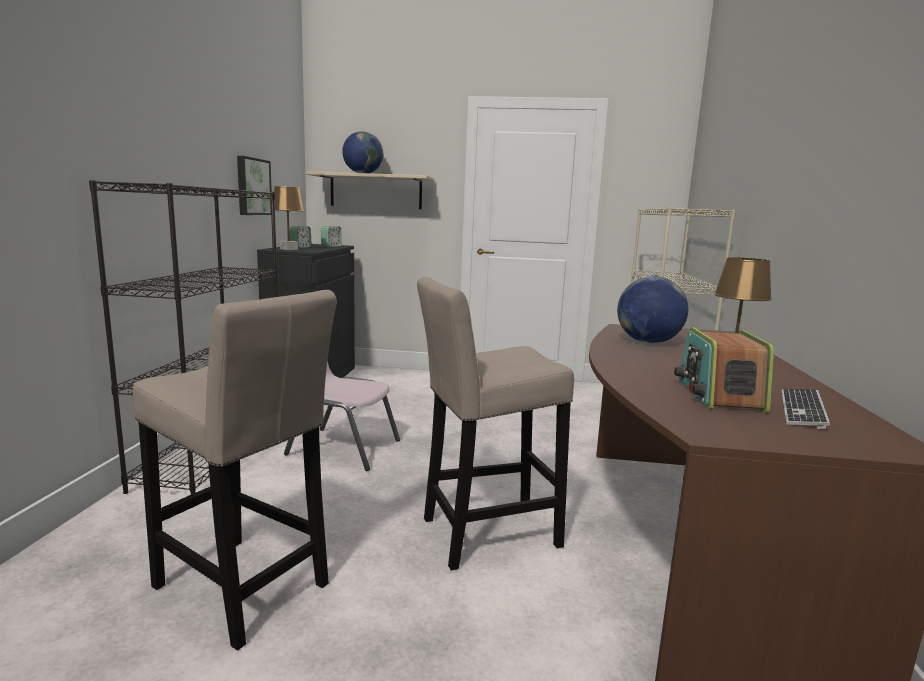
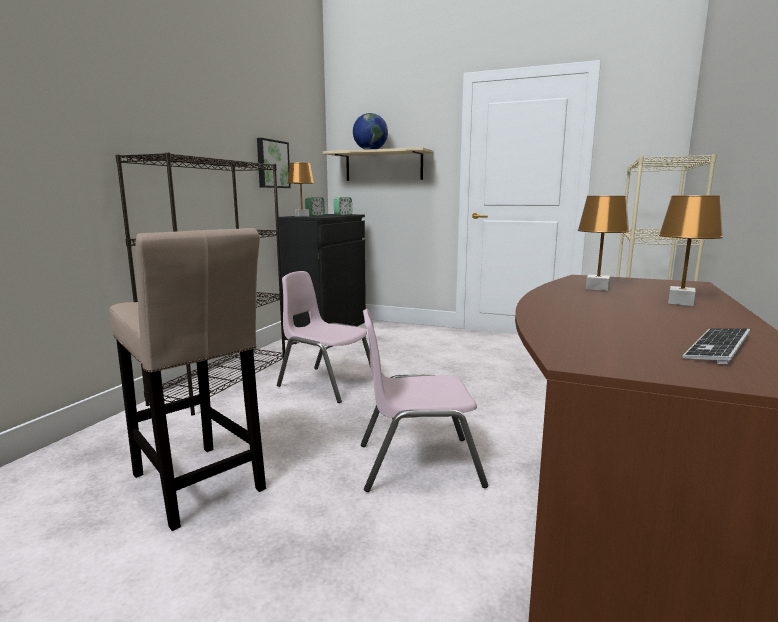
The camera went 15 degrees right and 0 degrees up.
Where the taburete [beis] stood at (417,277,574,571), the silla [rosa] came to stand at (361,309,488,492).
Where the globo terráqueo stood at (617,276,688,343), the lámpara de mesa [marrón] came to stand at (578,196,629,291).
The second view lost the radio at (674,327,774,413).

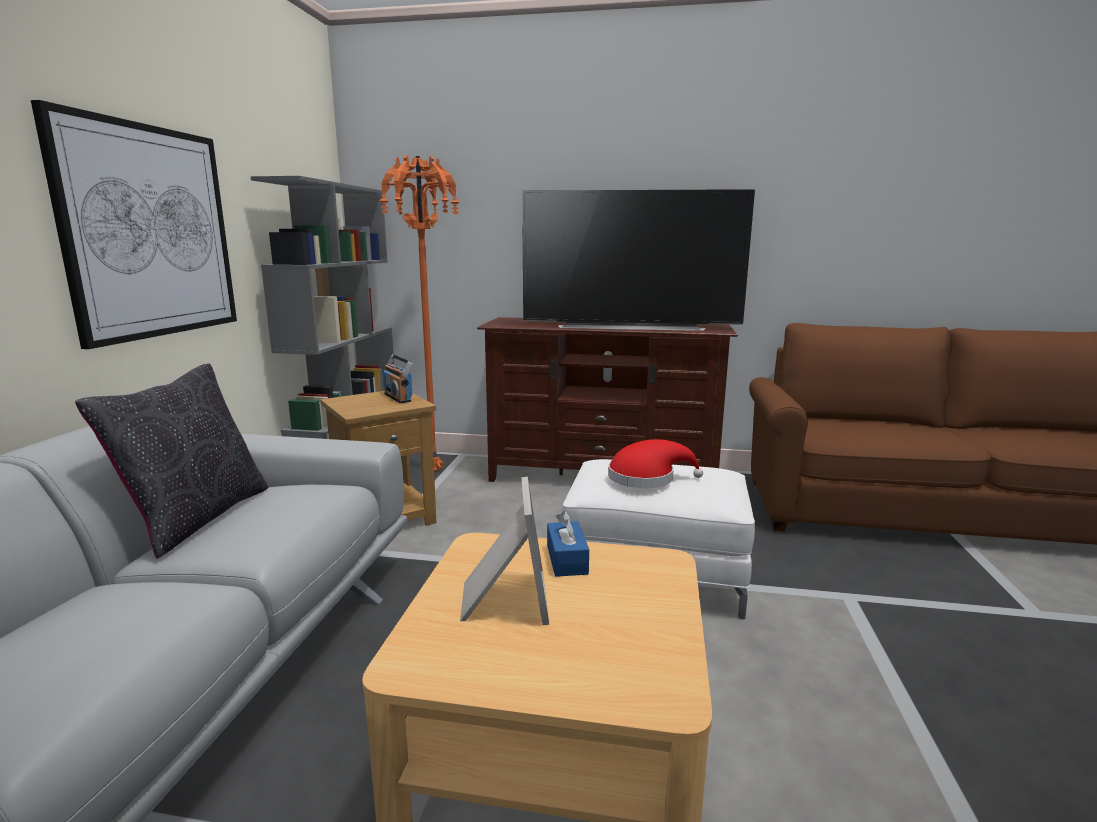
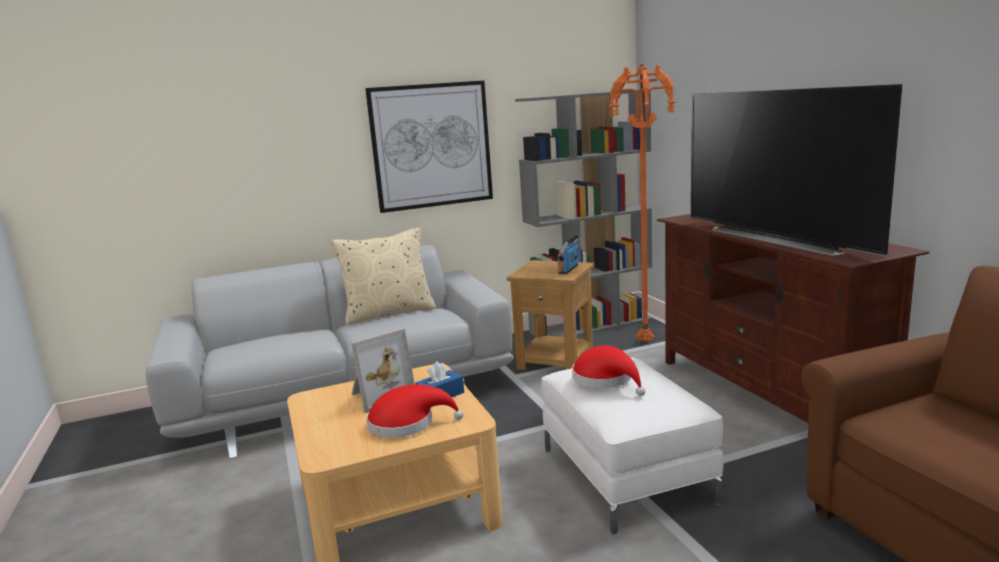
The camera went 60 degrees right and 0 degrees up.
What was the cojín [negro] at (75,364,268,559) turned into the cojín [beis] at (331,228,436,325).
The second view gained the sombrero [rojo] at (367,384,464,438).

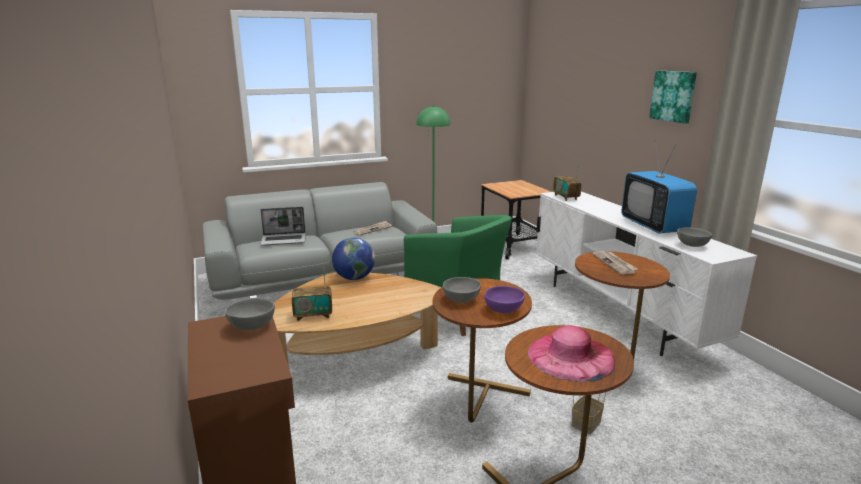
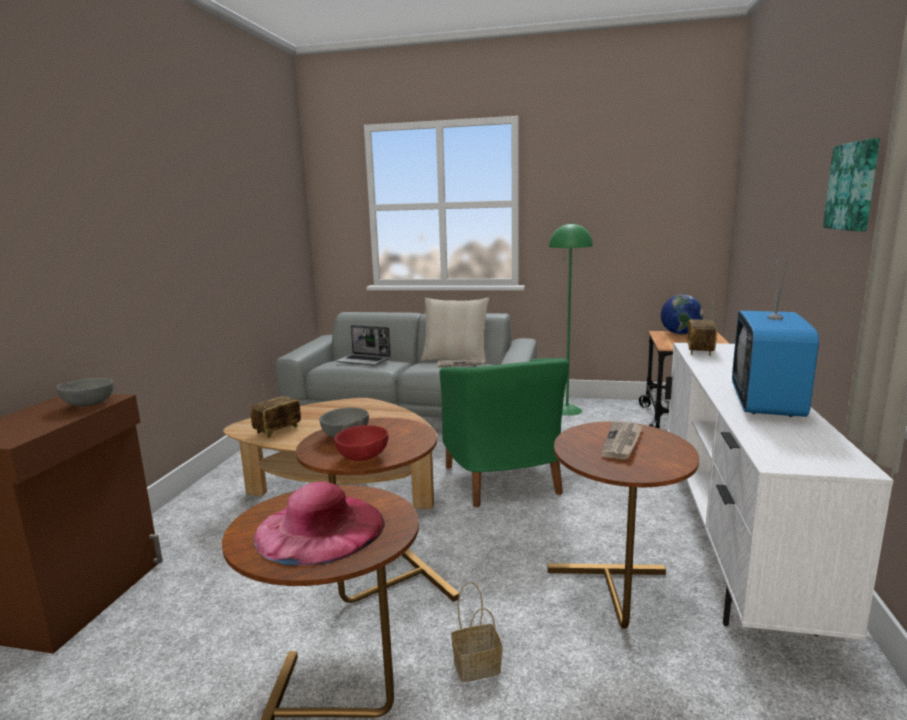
The camera went 35 degrees right and 5 degrees down.
The radio at (292,267,332,321) ended up facing another way, 105 degrees clockwise from before.
The globo terráqueo ended up elsewhere, having gone from (332,238,375,280) to (661,294,703,334).
What was the cuenco [morado] at (485,286,525,313) turned into the cuenco [rojo] at (334,425,388,461).
The second view lost the cuenco [gris] at (677,227,712,247).
The second view gained the cojín [beis] at (421,298,489,363).

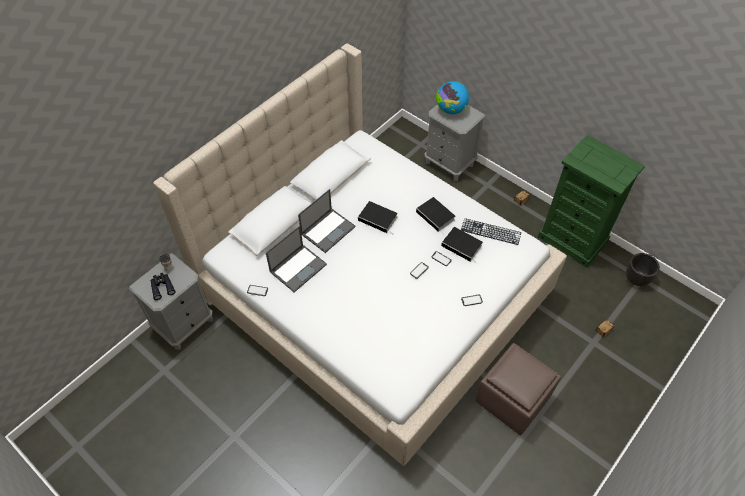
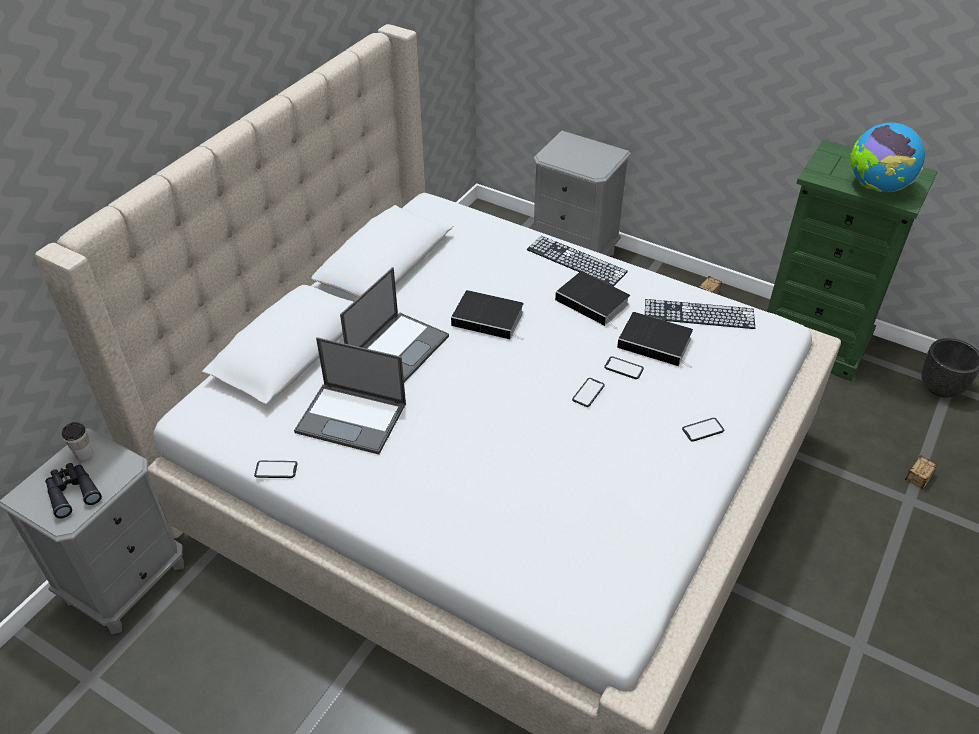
The camera went 10 degrees left and 10 degrees down.
The portátil at (266,226,327,292) ended up facing another way, 75 degrees clockwise from before.
The globo terráqueo ended up elsewhere, having gone from (436,81,469,114) to (850,123,925,192).
The second view lost the puf [marrón] at (475,343,561,435).
The second view gained the teclado at (527,236,628,286).

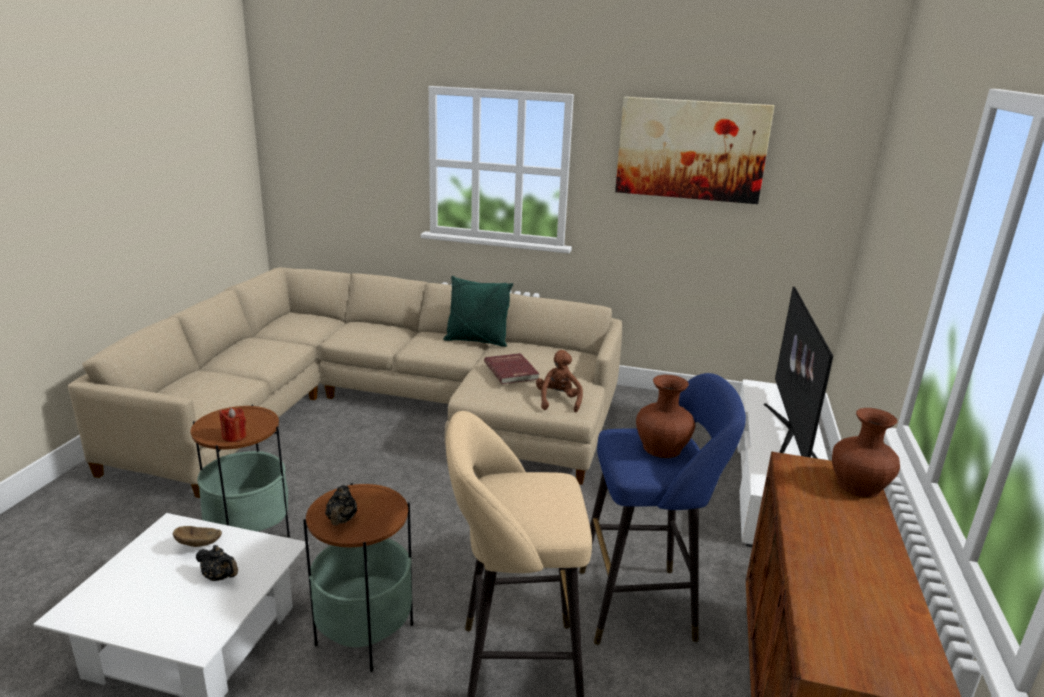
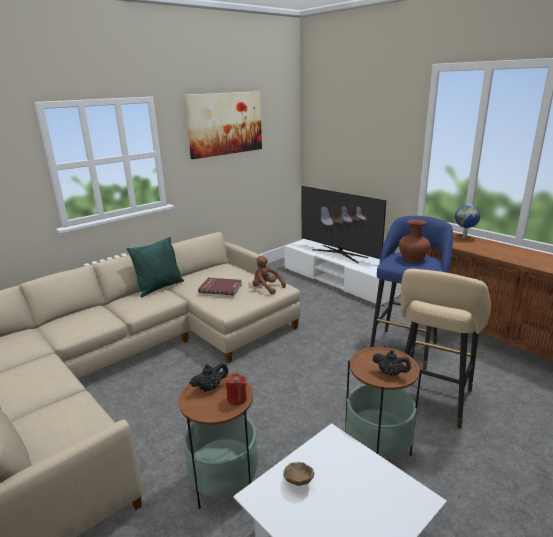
The camera went 55 degrees left and 0 degrees up.
The tetera [negro] ended up elsewhere, having gone from (196,545,238,581) to (190,362,228,392).
Where the florero [marrón] stood at (832,408,900,498), the globo terráqueo came to stand at (455,204,481,239).

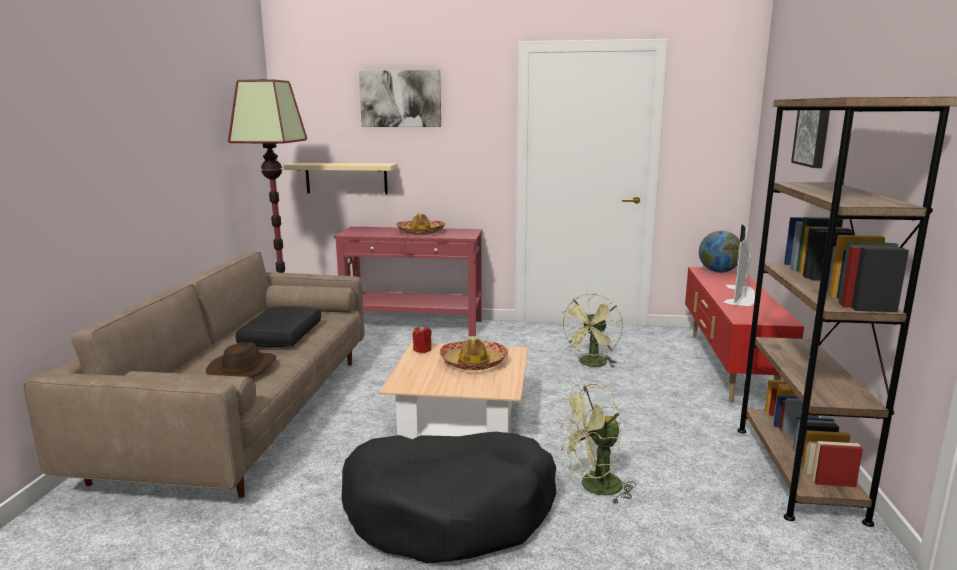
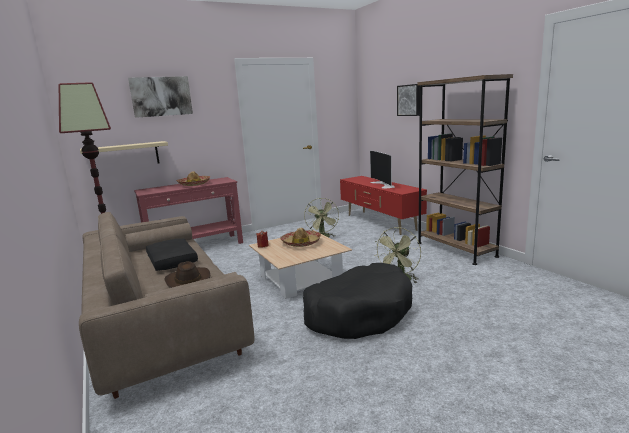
The camera went 35 degrees left and 0 degrees up.
The second view lost the globo terráqueo at (699,231,740,273).

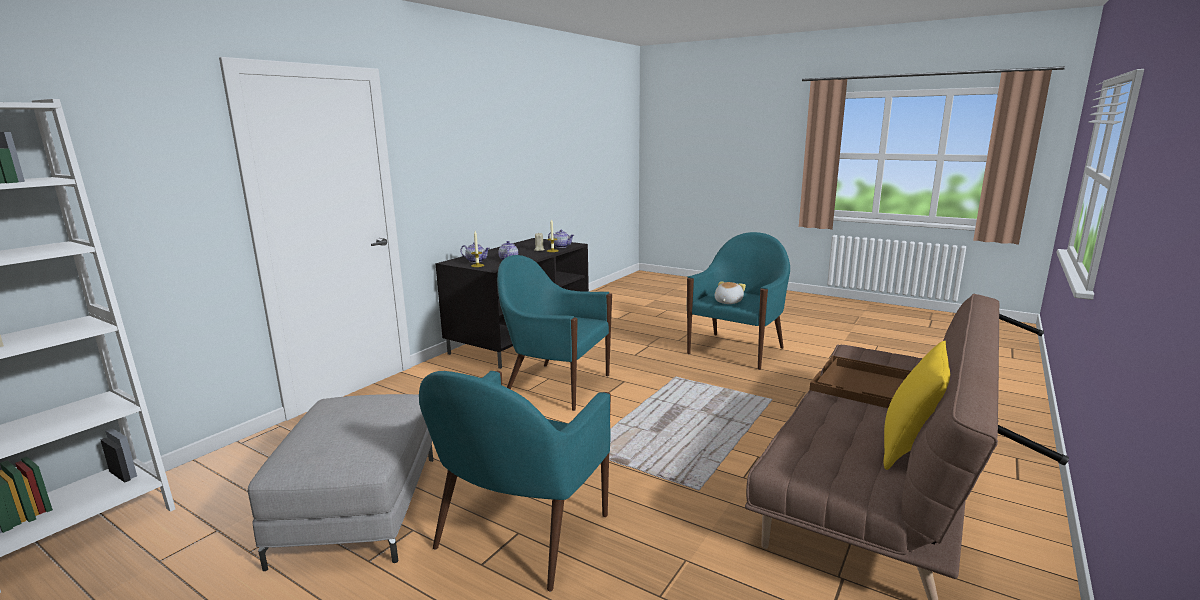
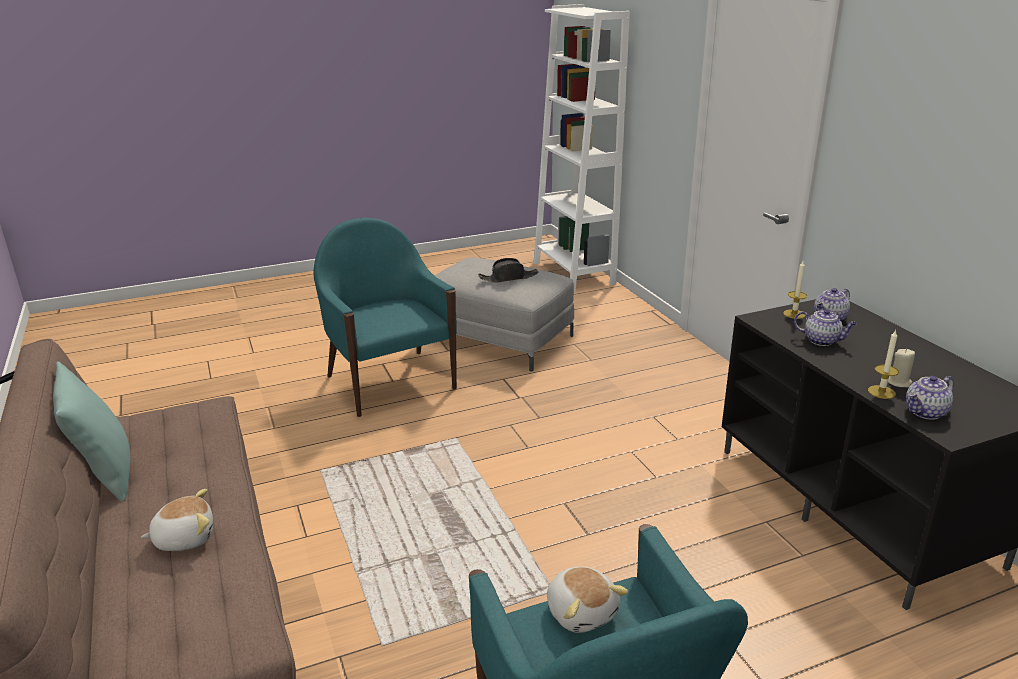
The camera went 125 degrees right and 10 degrees up.
The second view lost the sillón [turquesa] at (497,255,612,411).
Where the bandeja [marrón] stood at (809,356,911,408), the peluche came to stand at (141,489,213,551).
What was the cojín [amarillo] at (883,341,950,470) turned into the cojín [turquesa] at (53,362,130,502).
The second view gained the sombrero [negro] at (478,258,539,283).

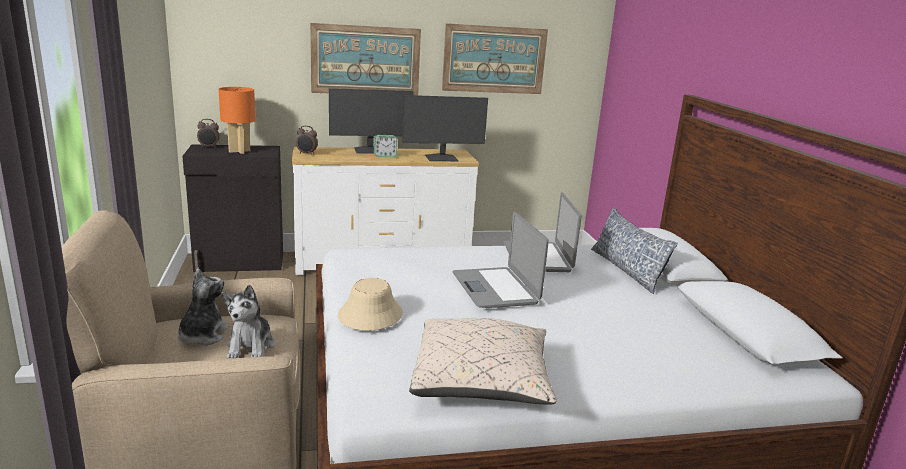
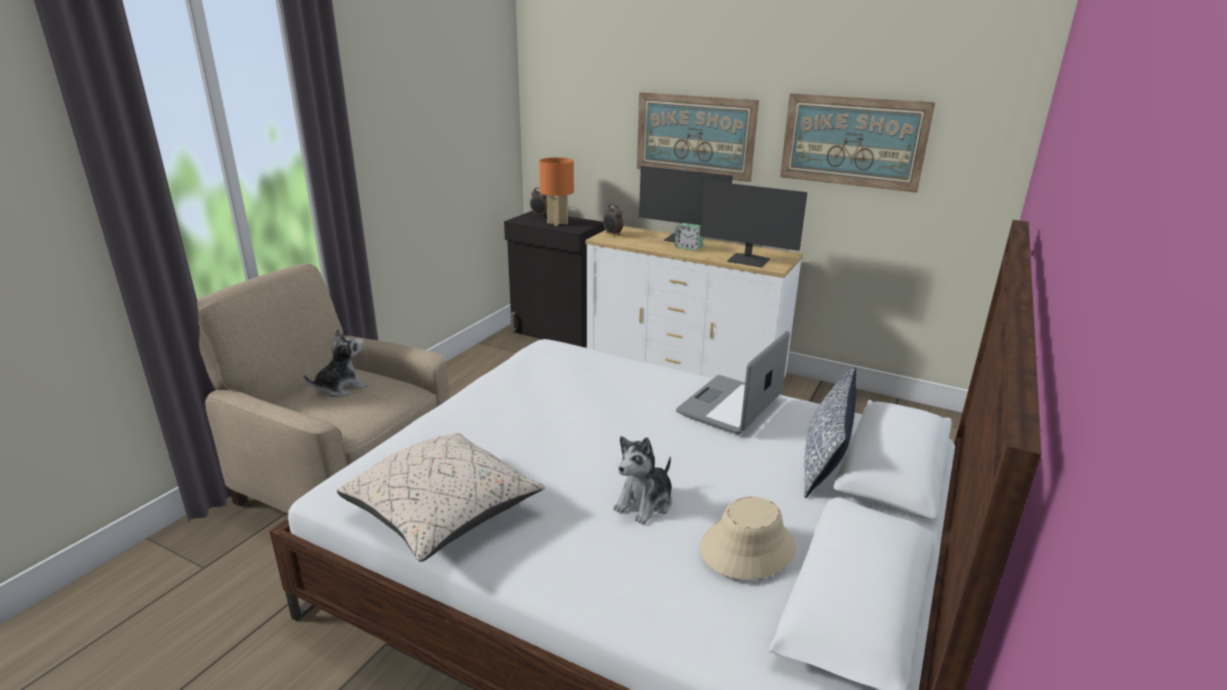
The camera went 40 degrees right and 5 degrees up.
The peluche ended up elsewhere, having gone from (221,285,274,359) to (613,436,672,525).
The sombrero [beis] ended up elsewhere, having gone from (338,278,403,331) to (700,497,796,580).
The second view lost the portátil at (453,212,549,308).

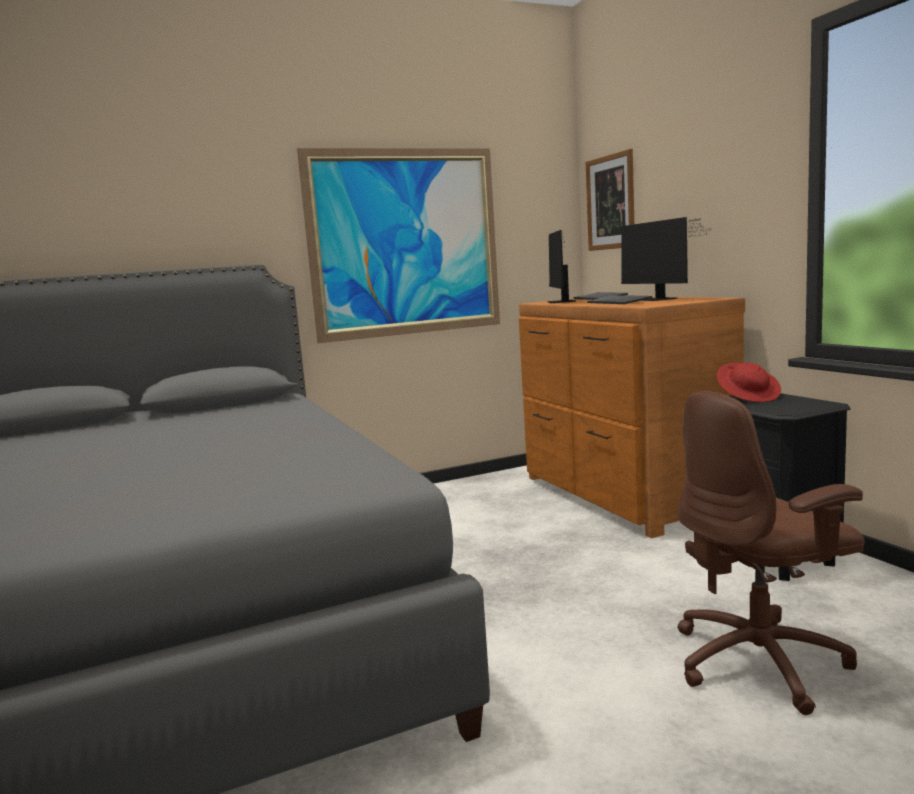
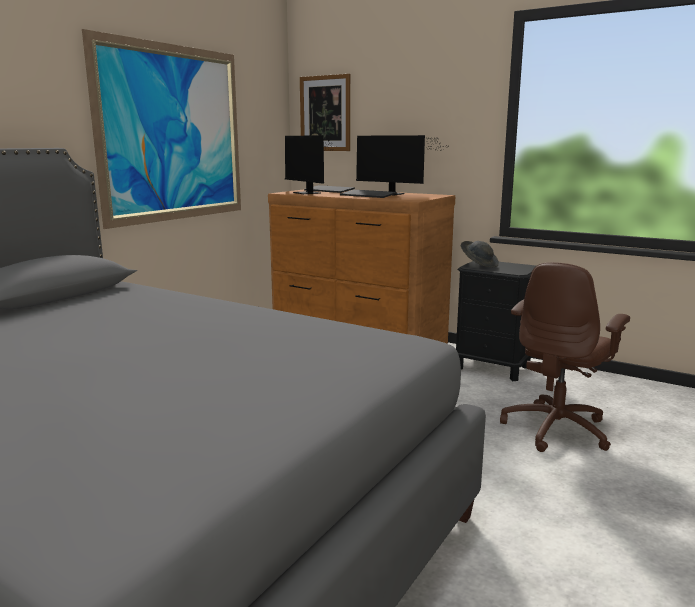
The camera went 35 degrees left and 5 degrees up.
What was the sombrero [rojo] at (717,363,781,402) turned into the sombrero [gris] at (461,241,499,267).

